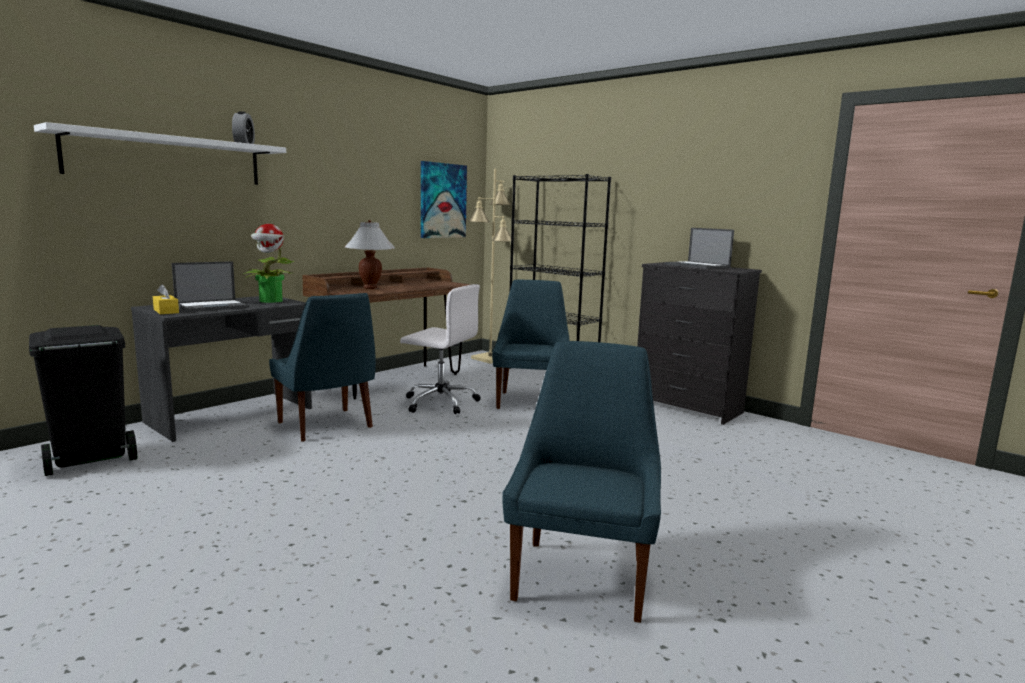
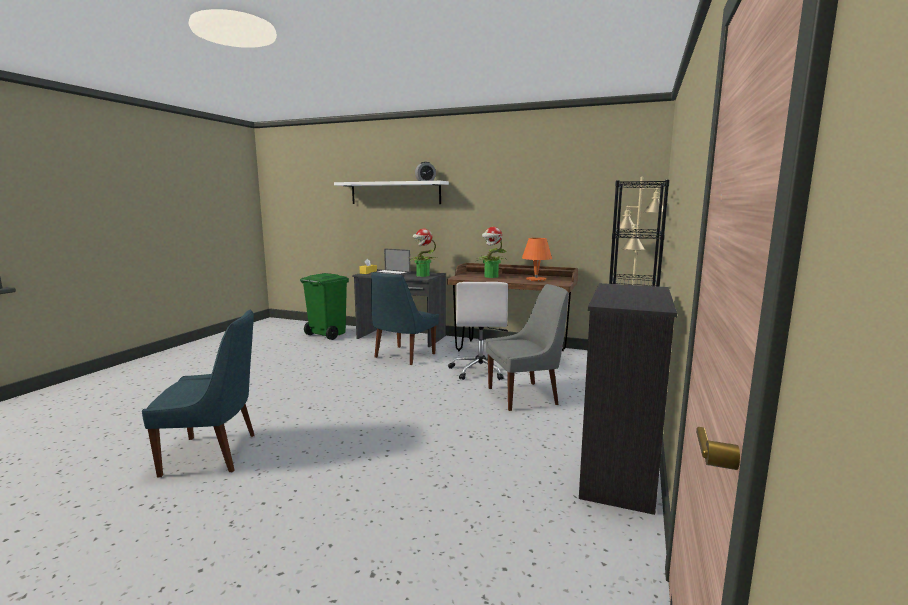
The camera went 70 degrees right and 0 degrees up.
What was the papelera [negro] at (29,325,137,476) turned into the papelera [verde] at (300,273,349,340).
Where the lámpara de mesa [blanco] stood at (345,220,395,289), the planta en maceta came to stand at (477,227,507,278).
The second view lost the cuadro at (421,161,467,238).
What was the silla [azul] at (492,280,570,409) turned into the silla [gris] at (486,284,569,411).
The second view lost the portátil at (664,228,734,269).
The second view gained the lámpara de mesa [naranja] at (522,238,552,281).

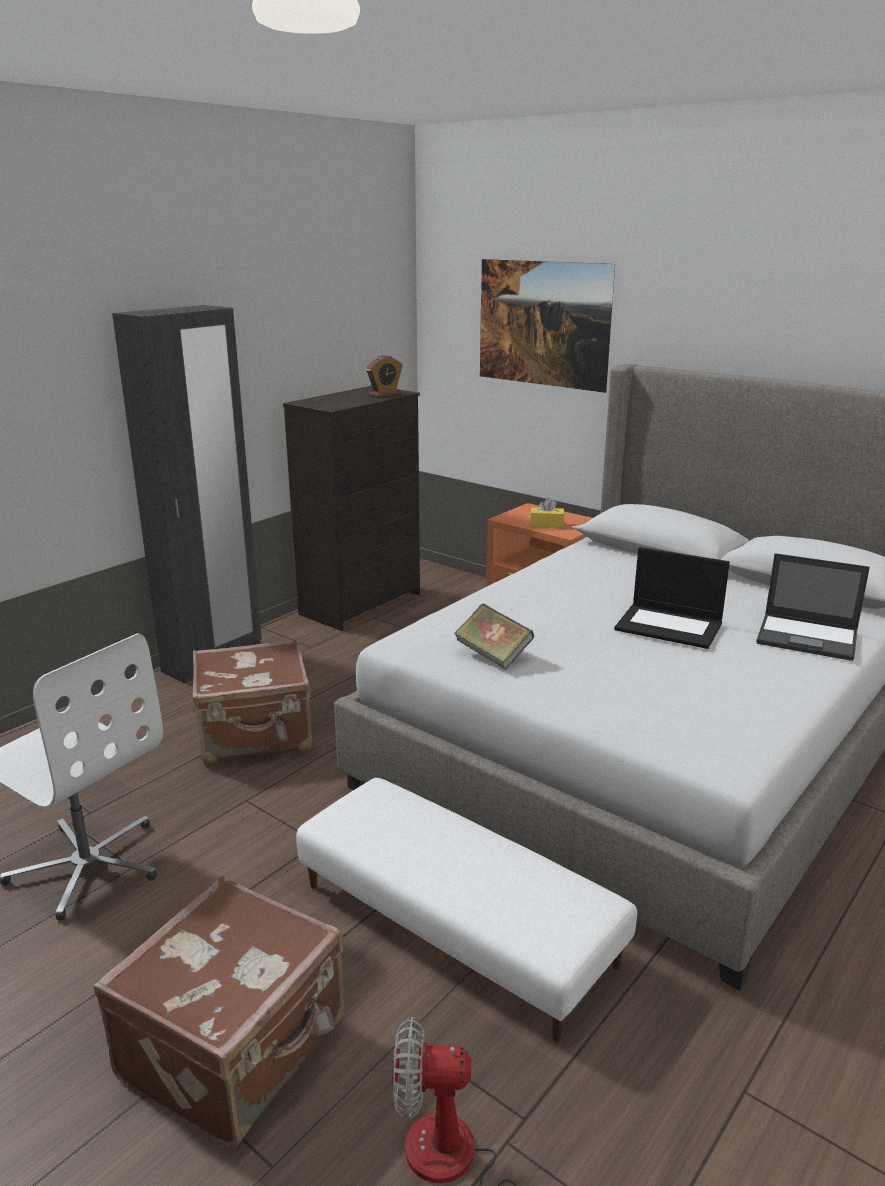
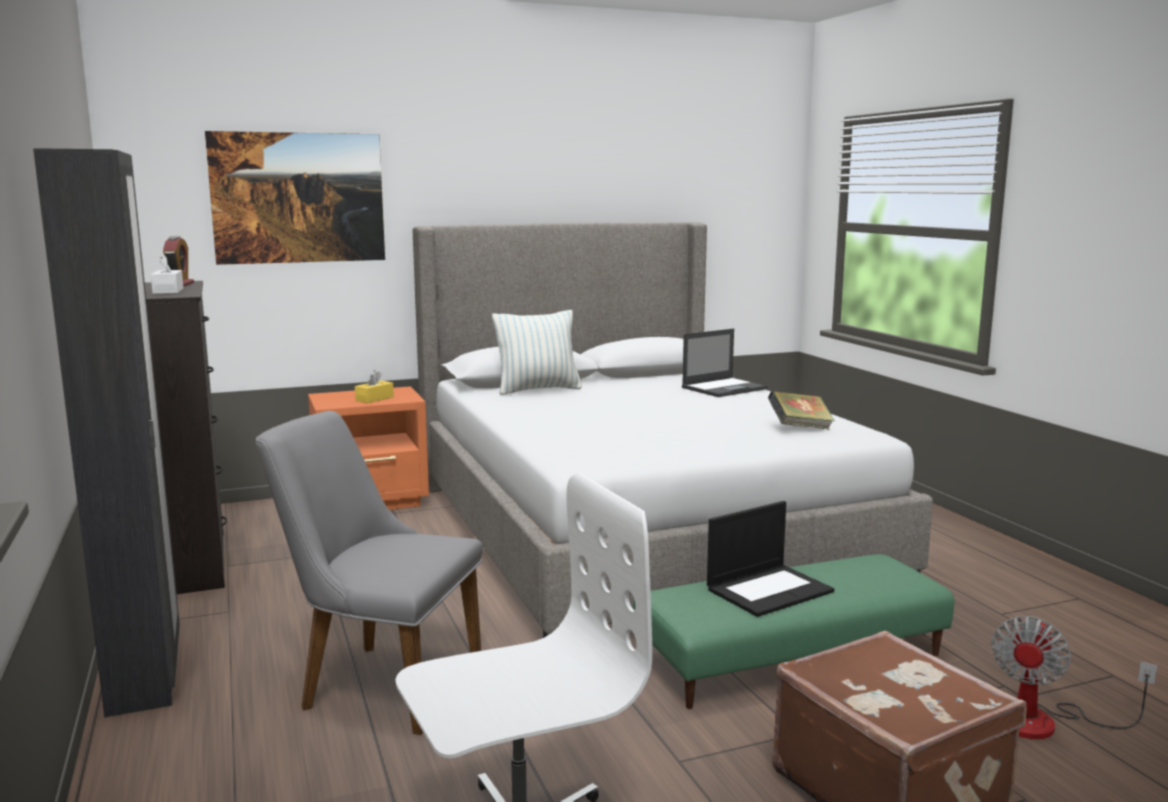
The camera went 60 degrees left and 10 degrees down.
Where the maleta [marrón] stood at (192,639,312,764), the silla [gris] came to stand at (256,411,483,735).
What was the puf [blanco] at (296,778,637,1042) turned into the puf [verde] at (634,554,954,709).
The libro ended up elsewhere, having gone from (454,604,534,670) to (768,391,835,430).
The portátil ended up elsewhere, having gone from (614,547,730,649) to (707,501,834,617).
The second view gained the caja de pañuelos [blanco] at (151,253,183,294).
The second view gained the cojín at (492,310,582,395).

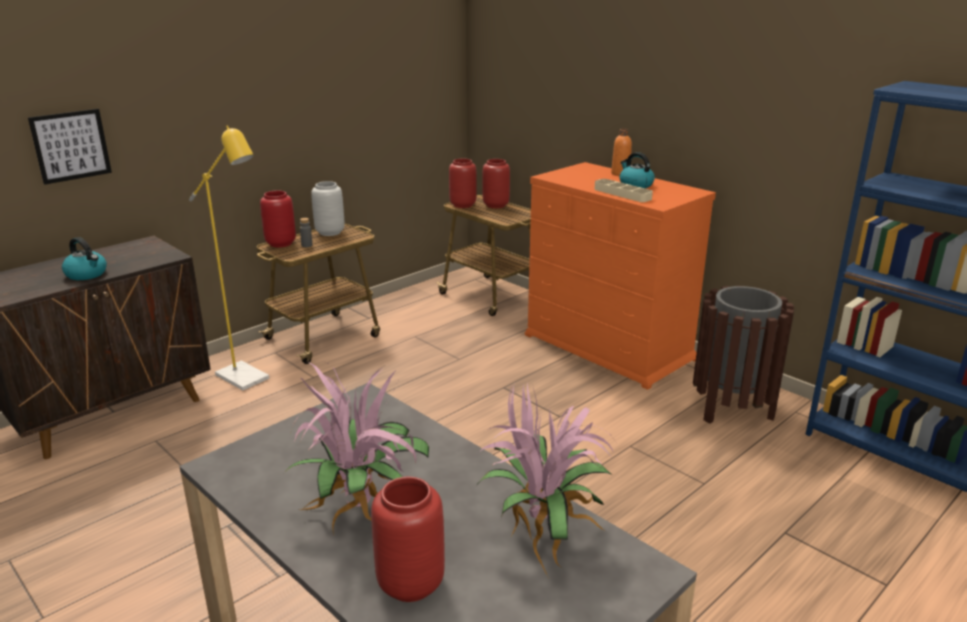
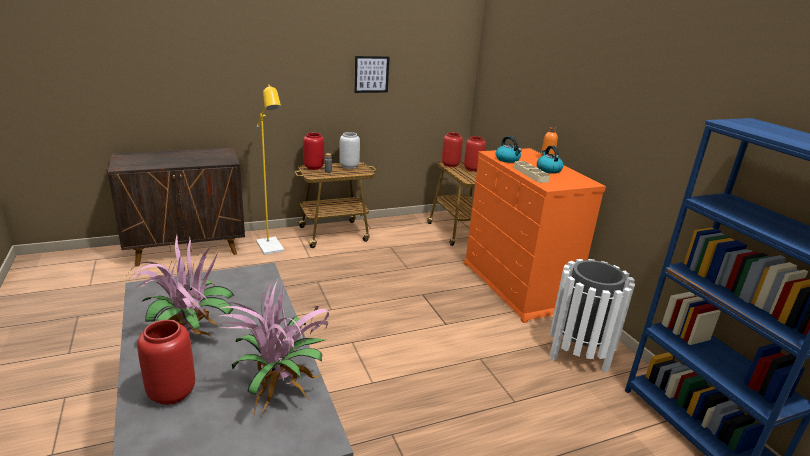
The camera went 20 degrees right and 0 degrees up.
The cuadro ended up elsewhere, having gone from (28,109,112,185) to (354,56,390,93).
The hervidor ended up elsewhere, having gone from (62,237,107,280) to (496,136,522,163).
What was the papelera [marrón] at (693,286,794,423) turned into the papelera [blanco] at (550,259,635,373).

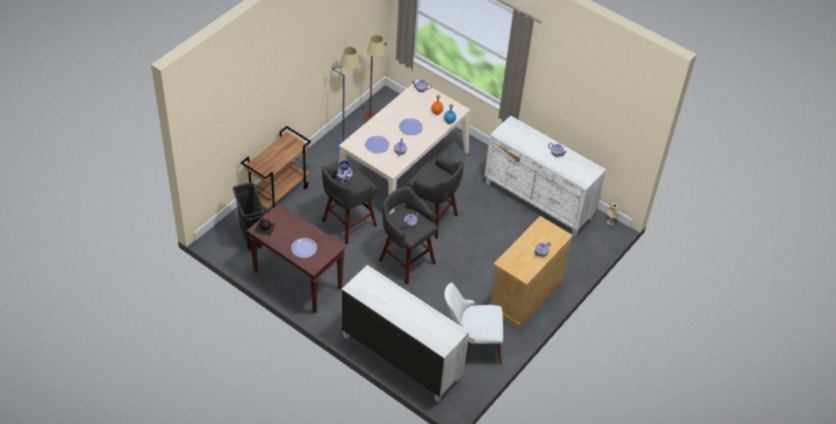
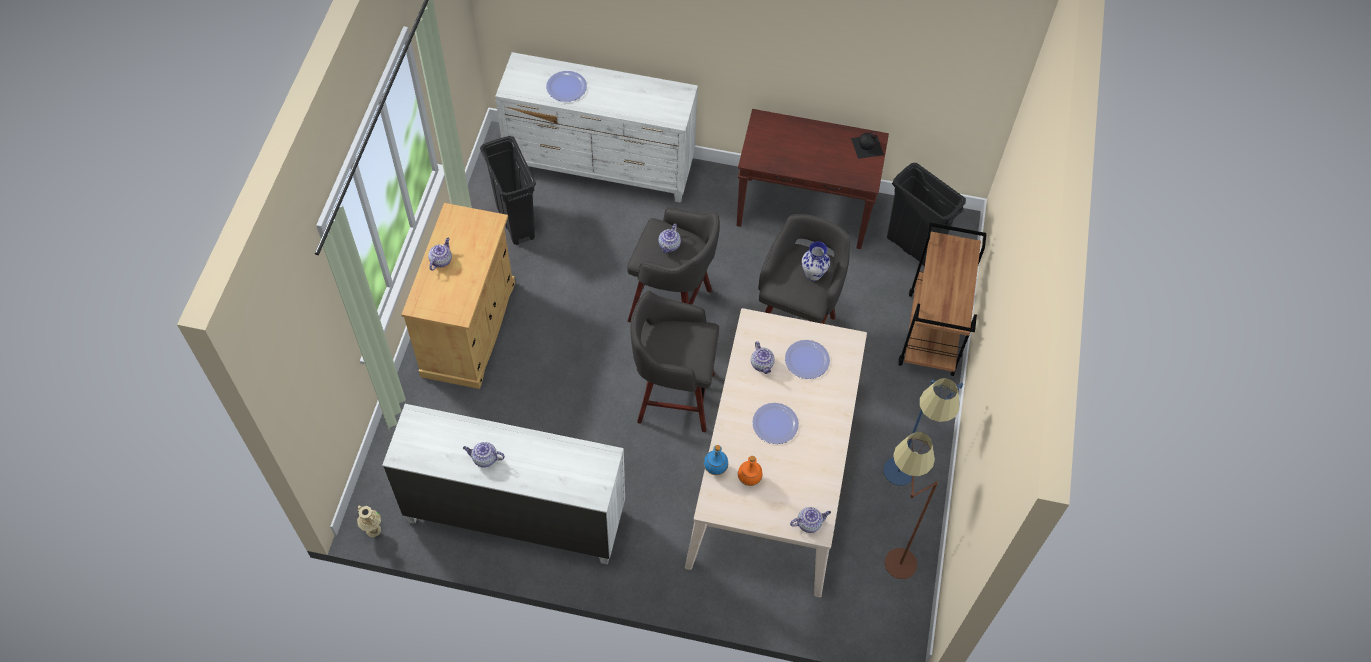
The camera went 155 degrees right and 10 degrees up.
The plato ended up elsewhere, having gone from (291,238,317,258) to (546,71,587,102).
Where the silla [blanco] stood at (444,283,503,364), the papelera [negro] came to stand at (480,136,536,245).

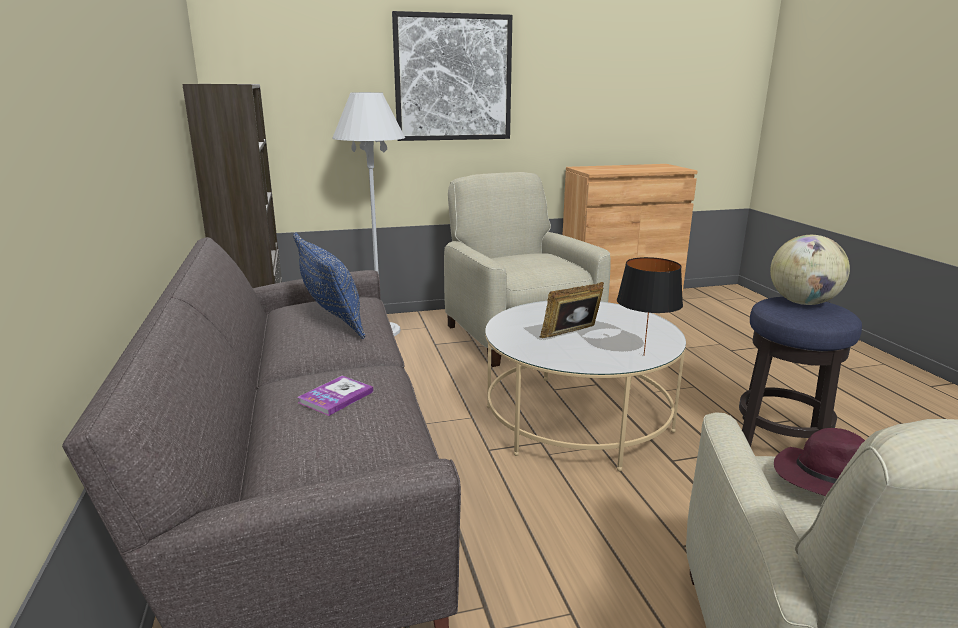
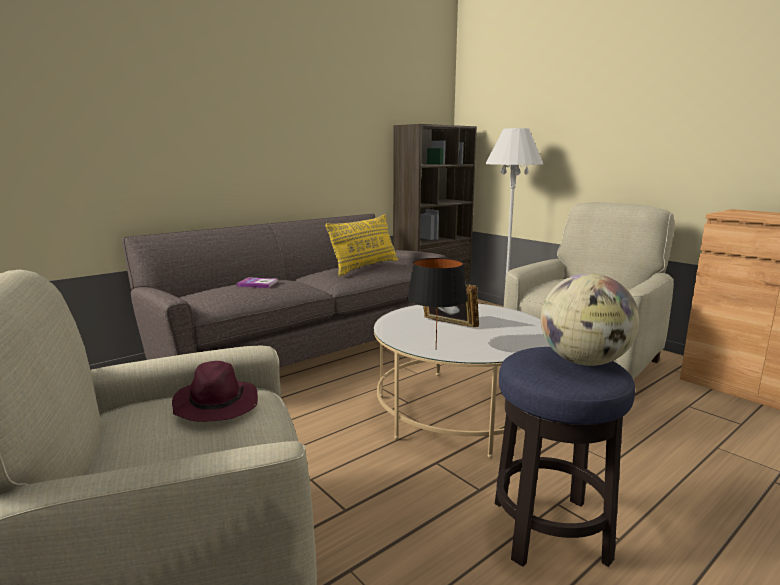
The camera went 65 degrees right and 5 degrees down.
What was the cojín [azul] at (293,232,365,339) turned into the cojín [amarillo] at (325,214,398,276).
The second view lost the cuadro at (392,11,512,141).

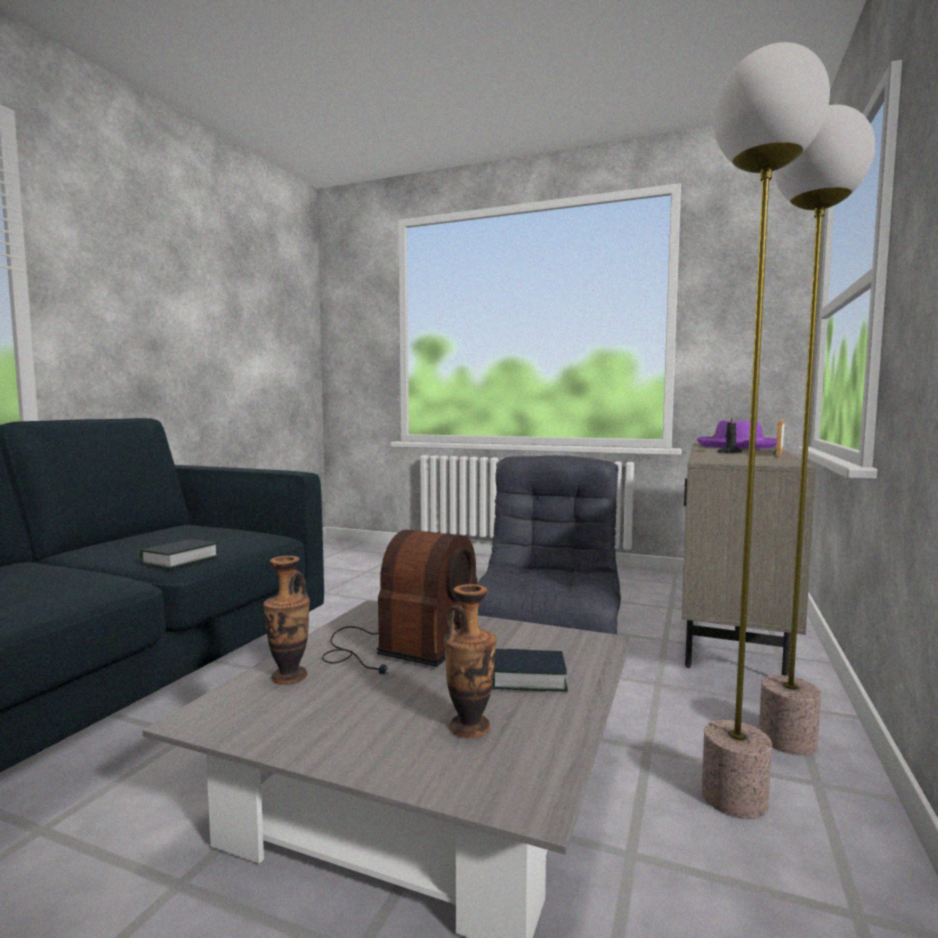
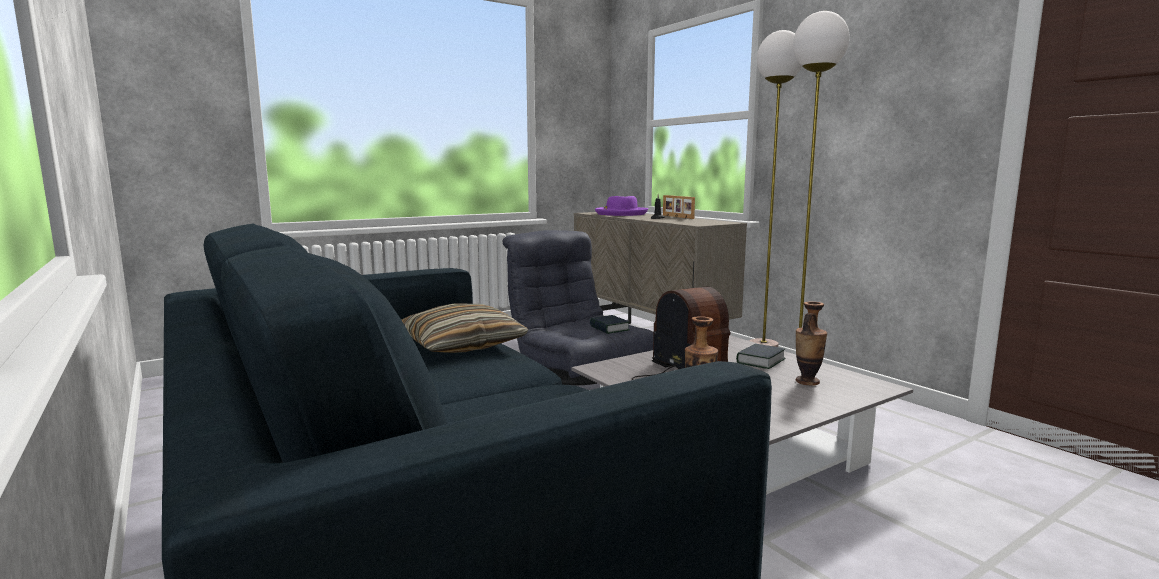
The camera went 55 degrees left and 5 degrees up.
The libro ended up elsewhere, having gone from (140,539,220,569) to (590,315,630,334).
The second view gained the cojín at (401,303,528,353).

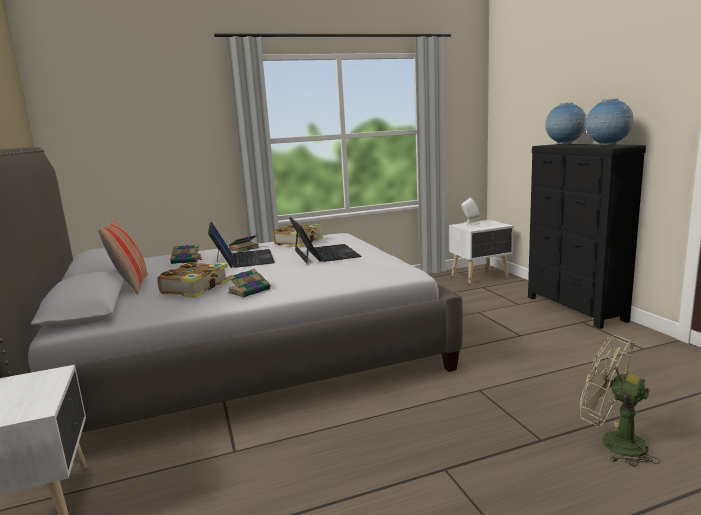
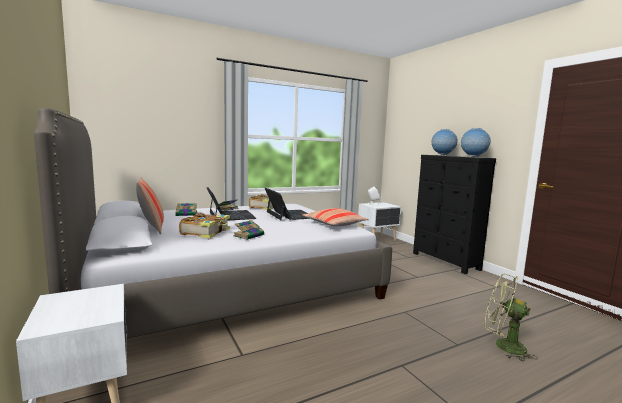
The camera went 10 degrees left and 5 degrees down.
The second view gained the cojín at (303,208,369,226).

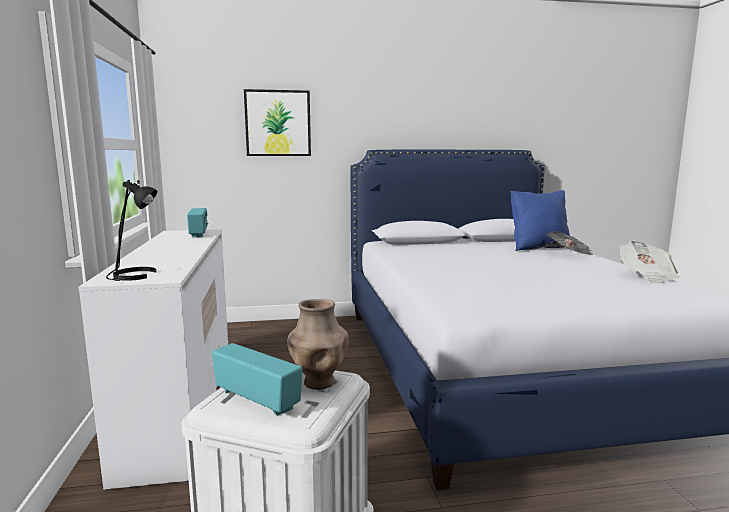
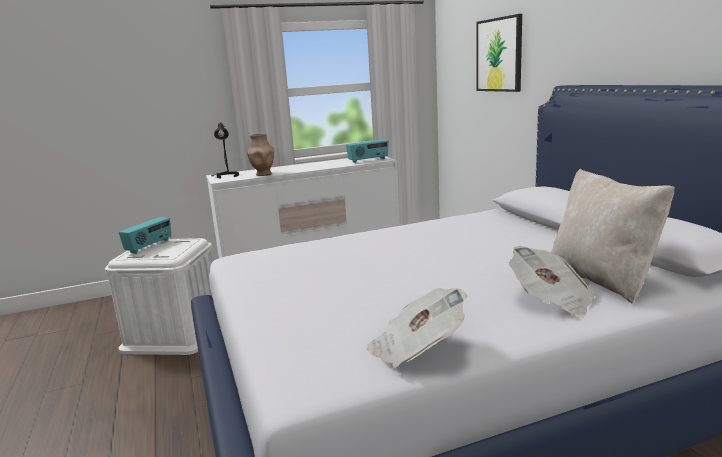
The camera went 80 degrees right and 5 degrees up.
The florero [marrón] ended up elsewhere, having gone from (287,299,349,390) to (247,133,274,176).
What was the cojín [azul] at (510,190,570,251) turned into the cojín [beis] at (551,169,675,304).

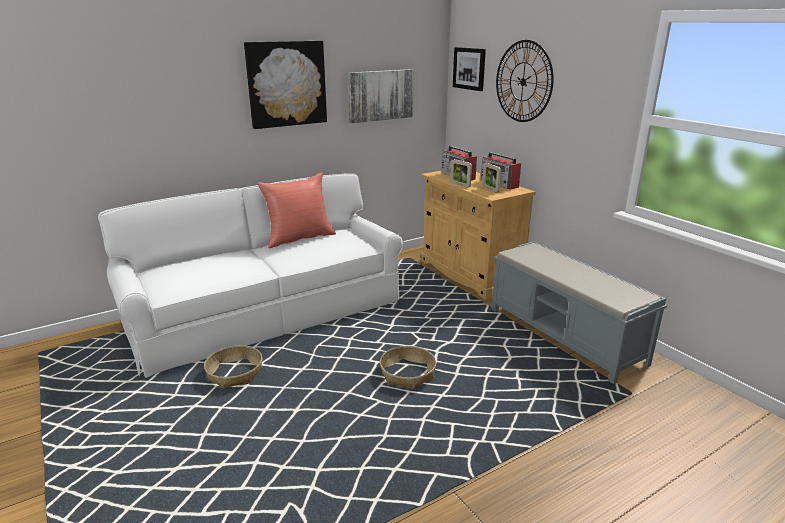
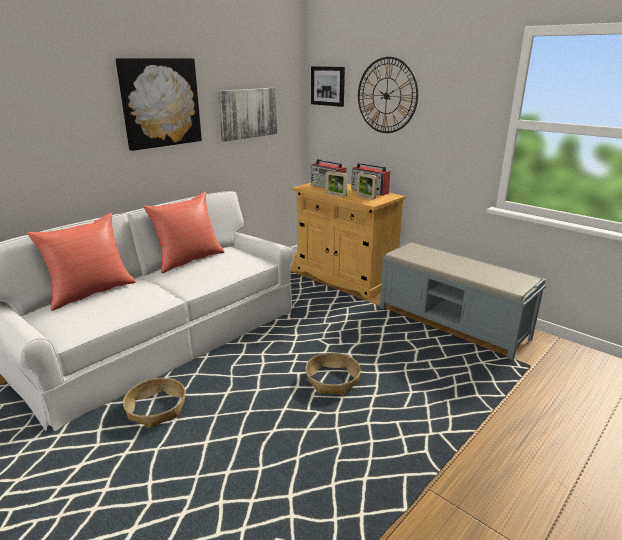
The camera went 15 degrees left and 0 degrees up.
The second view gained the cojín [rojo] at (27,213,136,311).

